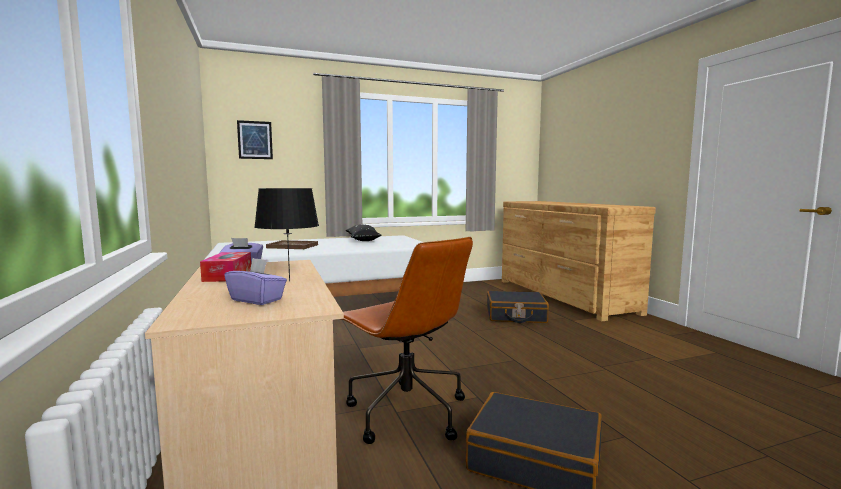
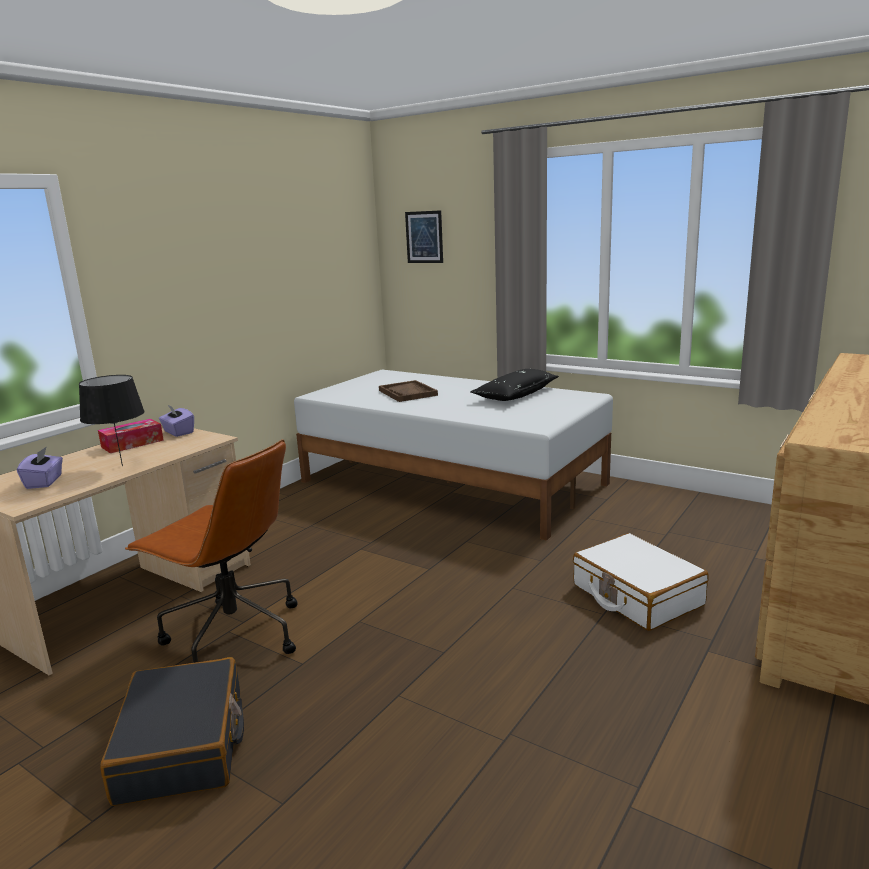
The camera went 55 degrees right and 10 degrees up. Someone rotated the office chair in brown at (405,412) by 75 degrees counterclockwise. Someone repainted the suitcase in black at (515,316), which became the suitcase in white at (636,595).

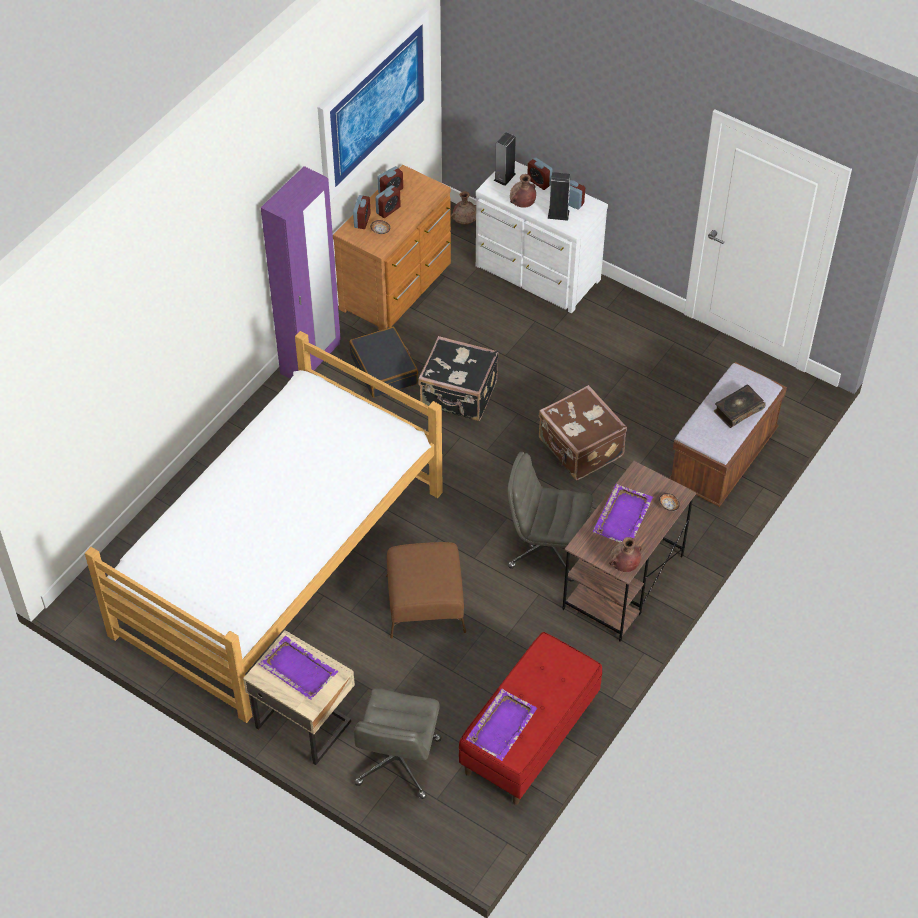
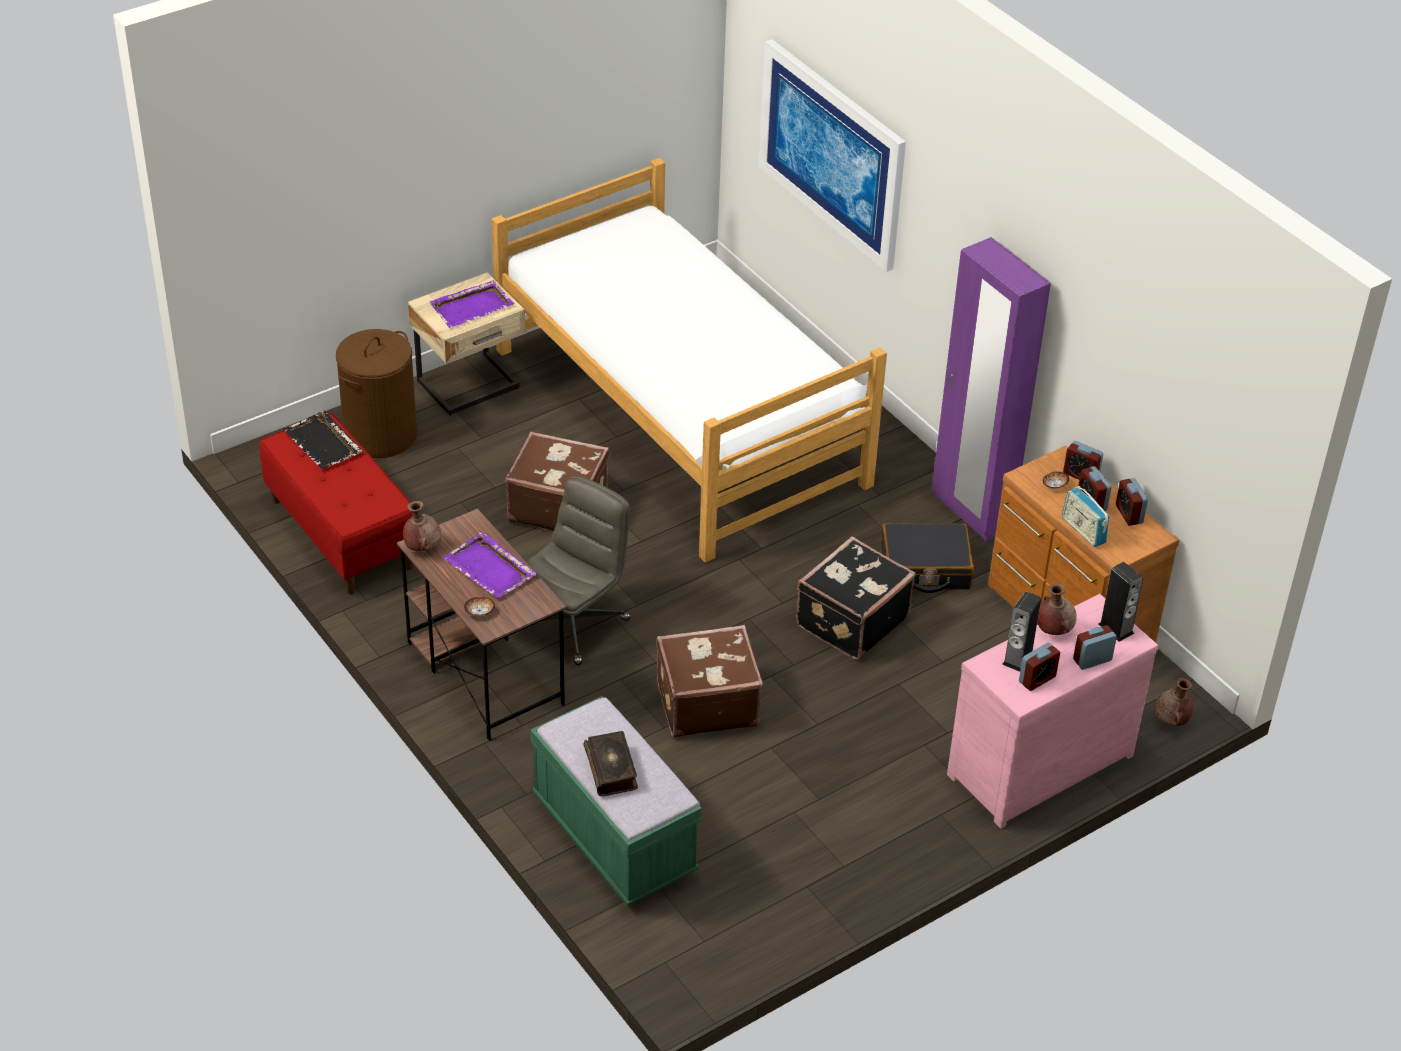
The camera went 110 degrees right and 10 degrees down. Someone repainted the tray in purple at (502,725), which became the tray in black at (323,443). Someone swapped the office chair in grey at (398,762) for the laundry basket in brown at (380,435). Someone swapped the ottoman in brown at (425,604) for the suitcase in brown at (558,506). Someone repainted the bench in brown at (723,458), which became the bench in green at (614,837). Someone carried the picture from (373,103) to (832,153). Someone repainted the dresser in white at (537,275), which became the dresser in pink at (1036,762). Someone put down the radio at (1083,530).

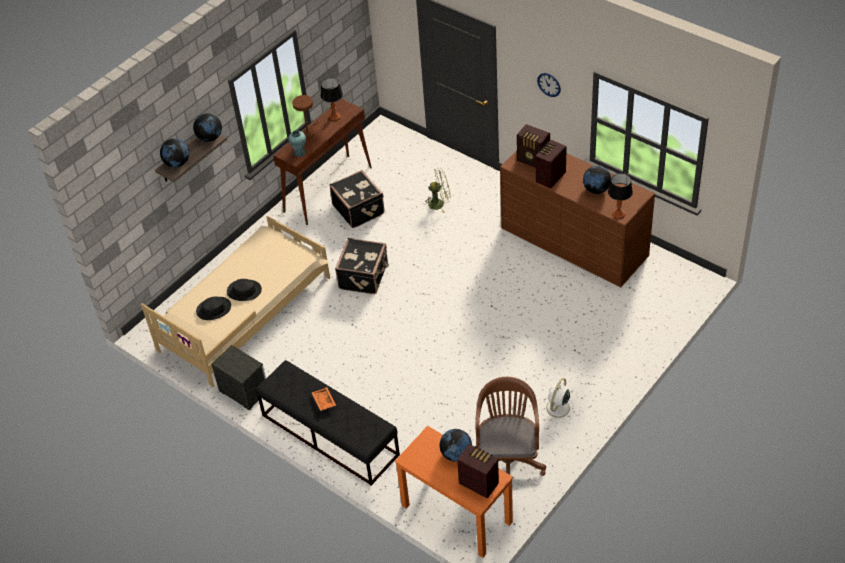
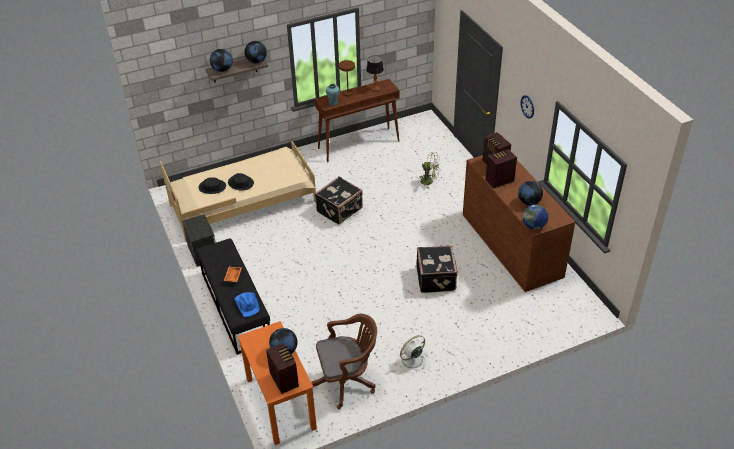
The camera went 25 degrees right and 5 degrees down. Someone put down the hat in blue at (247,304). Someone rotated the office chair in brown at (508,459) by 45 degrees clockwise. Someone carried the suitcase in black from (359,209) to (436,278). Someone swapped the table lamp at (618,214) for the globe at (534,226).

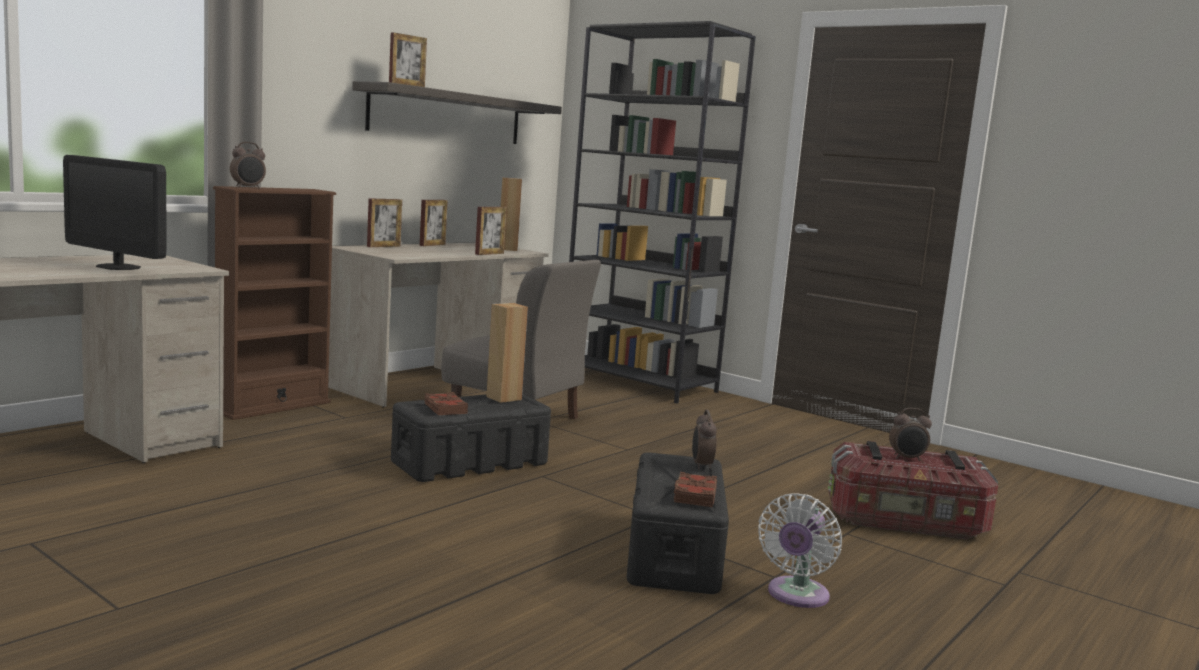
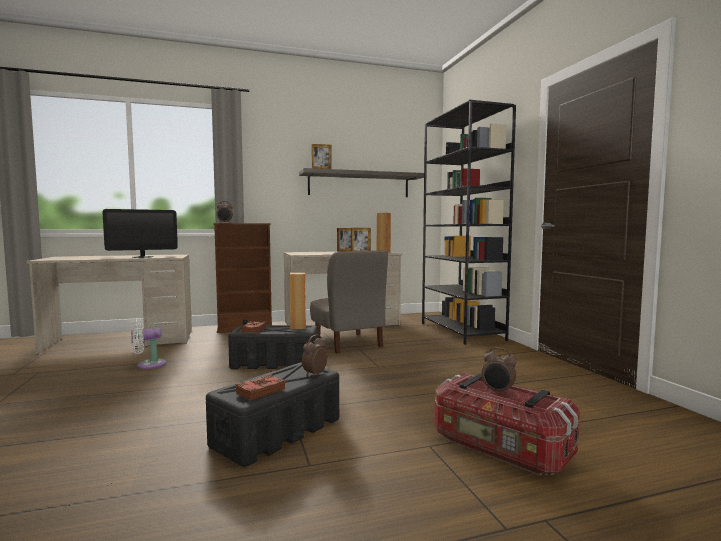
The camera went 35 degrees right and 5 degrees down. Someone rotated the monitor at (118,267) by 90 degrees counterclockwise. Someone carried the fan in white from (796,596) to (148,365). Someone took away the picture frame at (383,246).

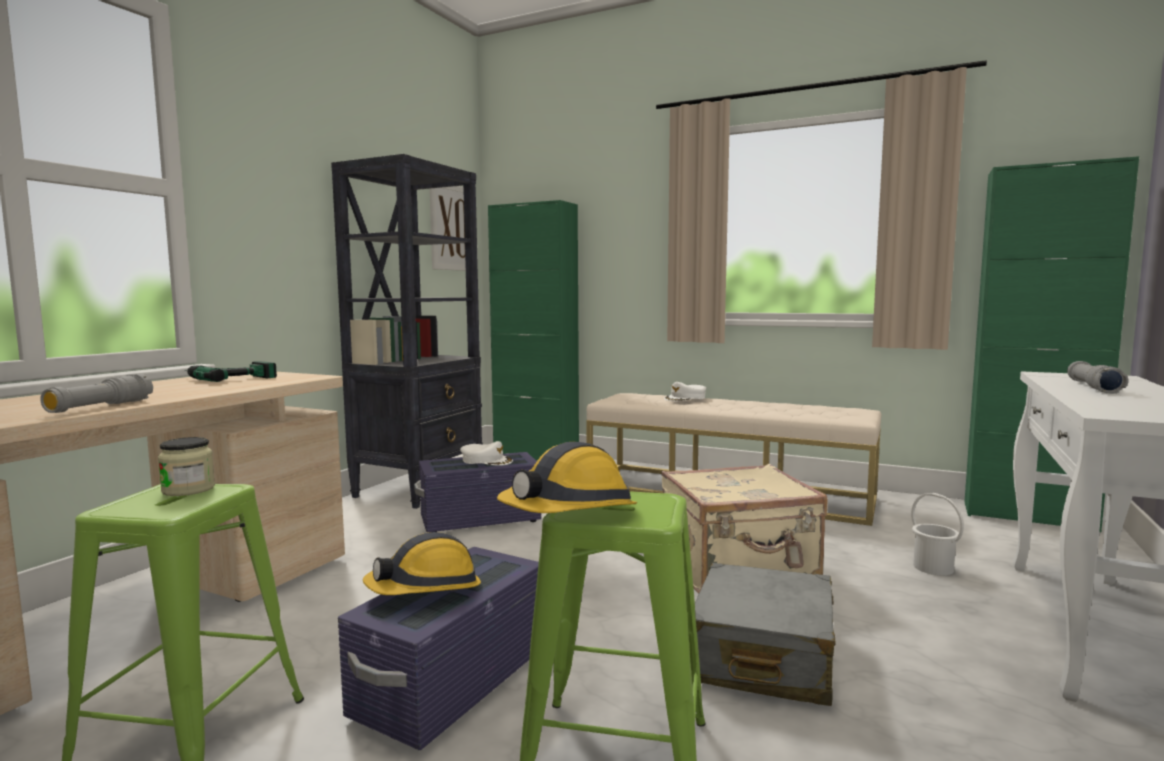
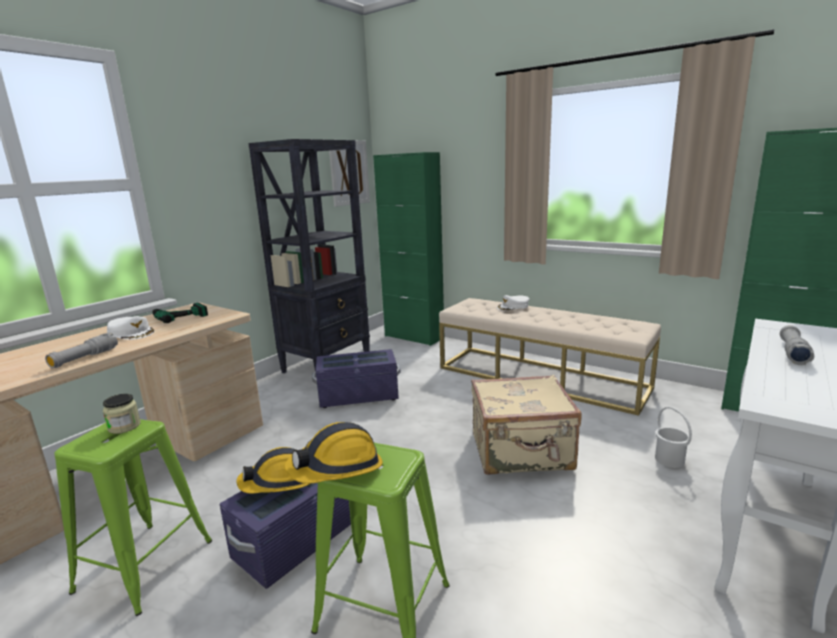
The camera went 10 degrees right and 10 degrees up. Someone carried the cap in white from (486,460) to (131,333). Someone took away the suitcase in grey at (762,656).

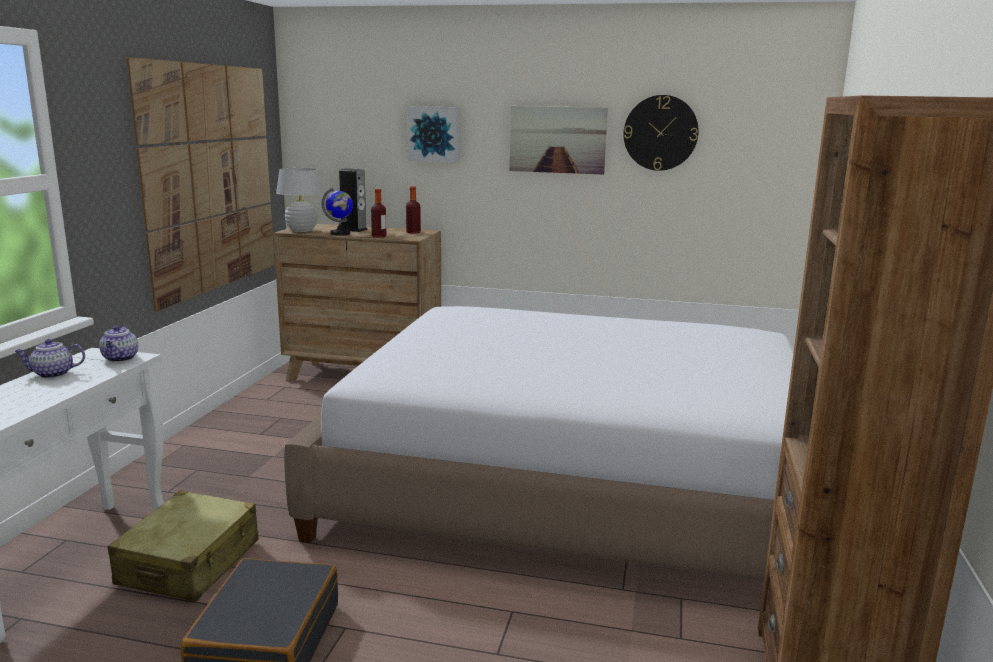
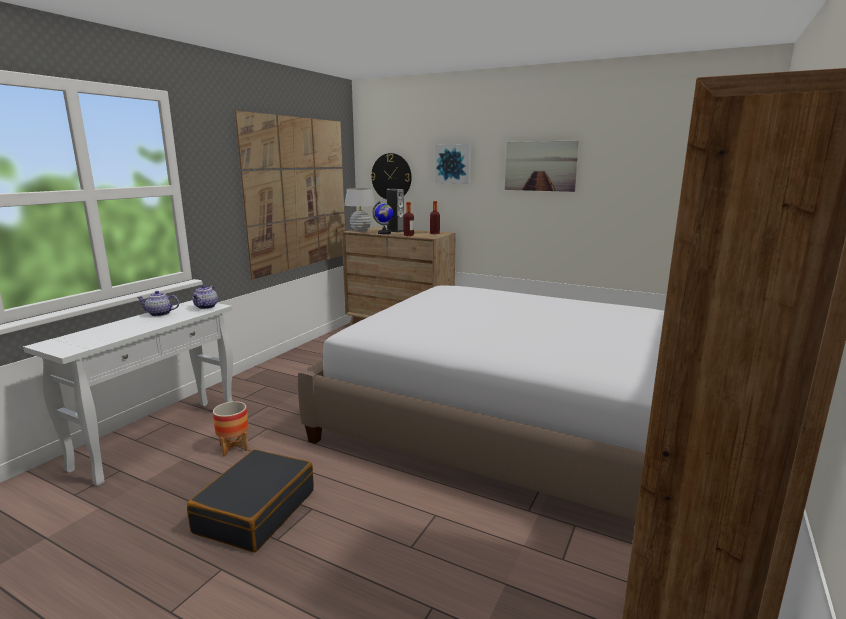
The camera went 15 degrees right and 0 degrees up. Someone swapped the suitcase in beige at (190,563) for the planter at (234,447). Someone carried the wall clock from (660,133) to (391,177).

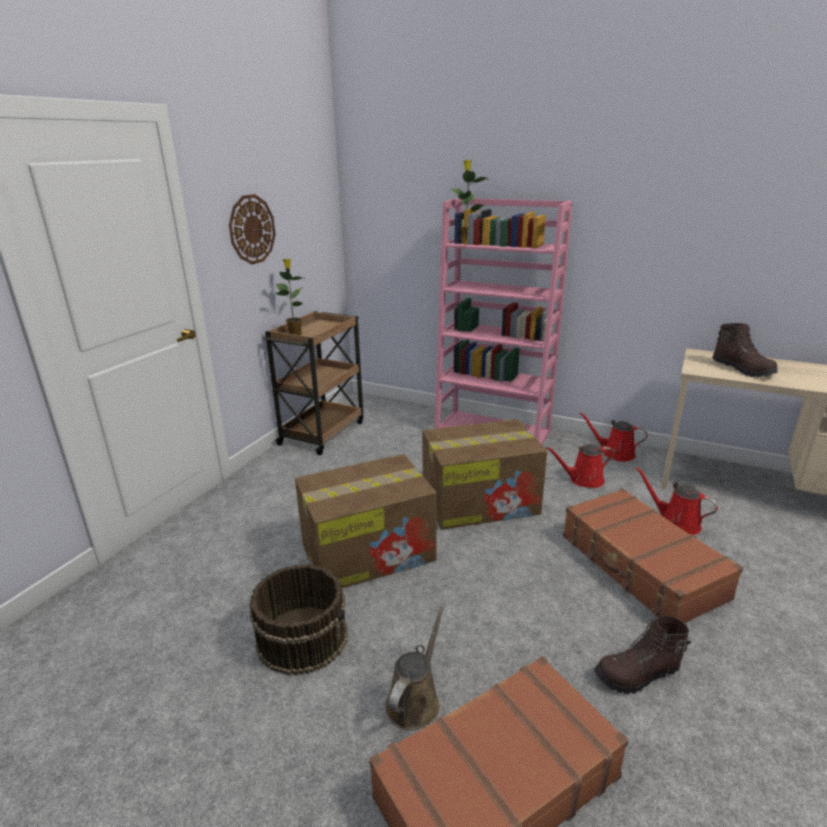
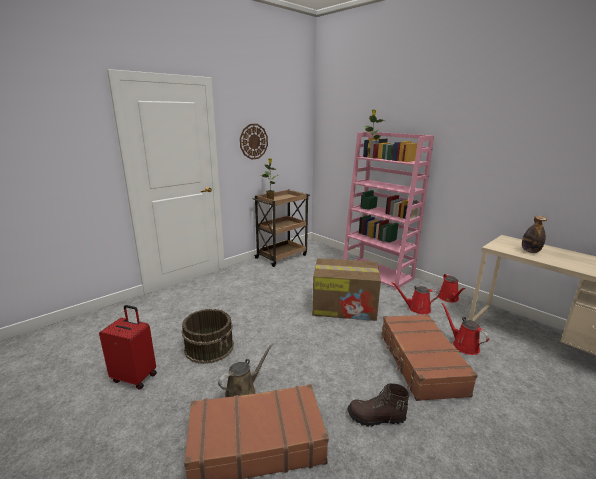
The camera went 20 degrees right and 5 degrees down. Someone put down the suitcase in red at (135,377). Someone rotated the watering can in red at (615,453) by 135 degrees counterclockwise. Someone swapped the boot in brown at (743,369) for the bottle at (530,251). Someone took away the cardboard box at (369,551).

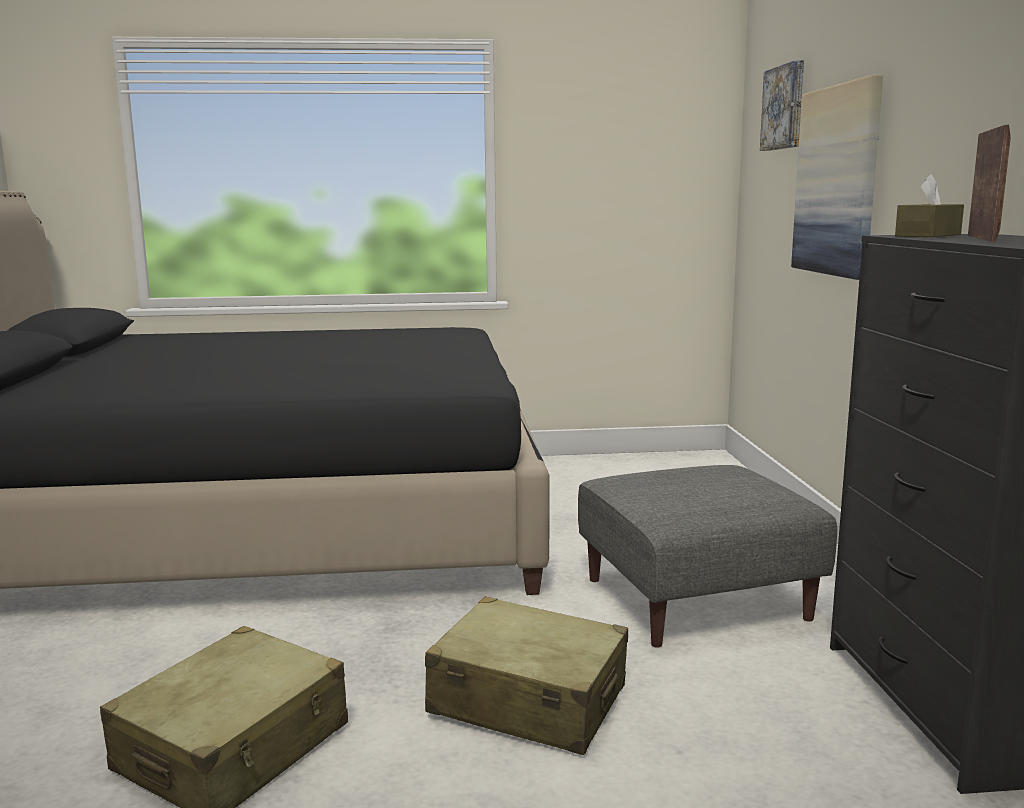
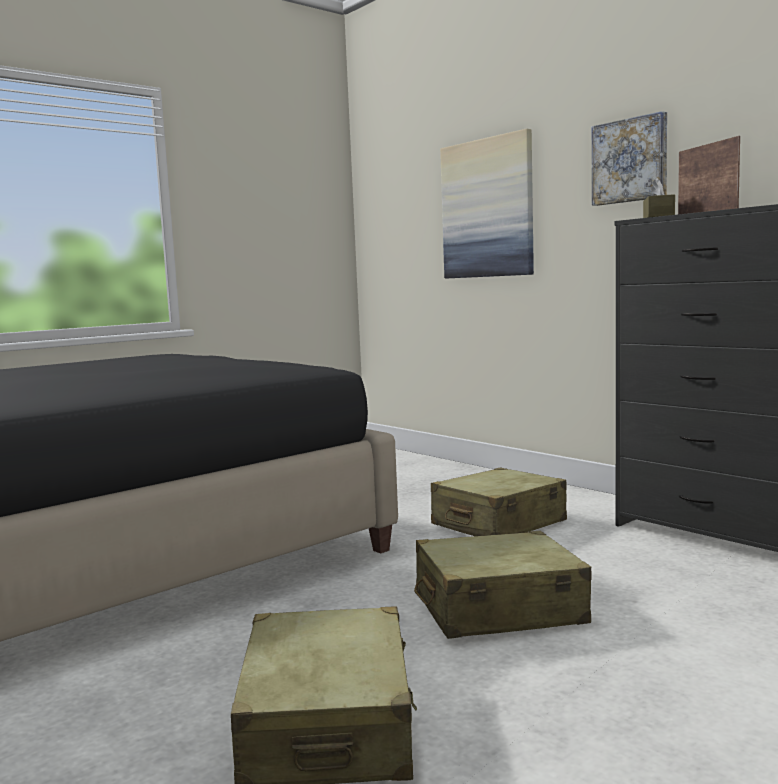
The camera went 35 degrees left and 5 degrees down. Someone swapped the ottoman in grey at (696,599) for the suitcase in beige at (498,524). Someone carried the picture from (785,107) to (630,161).

